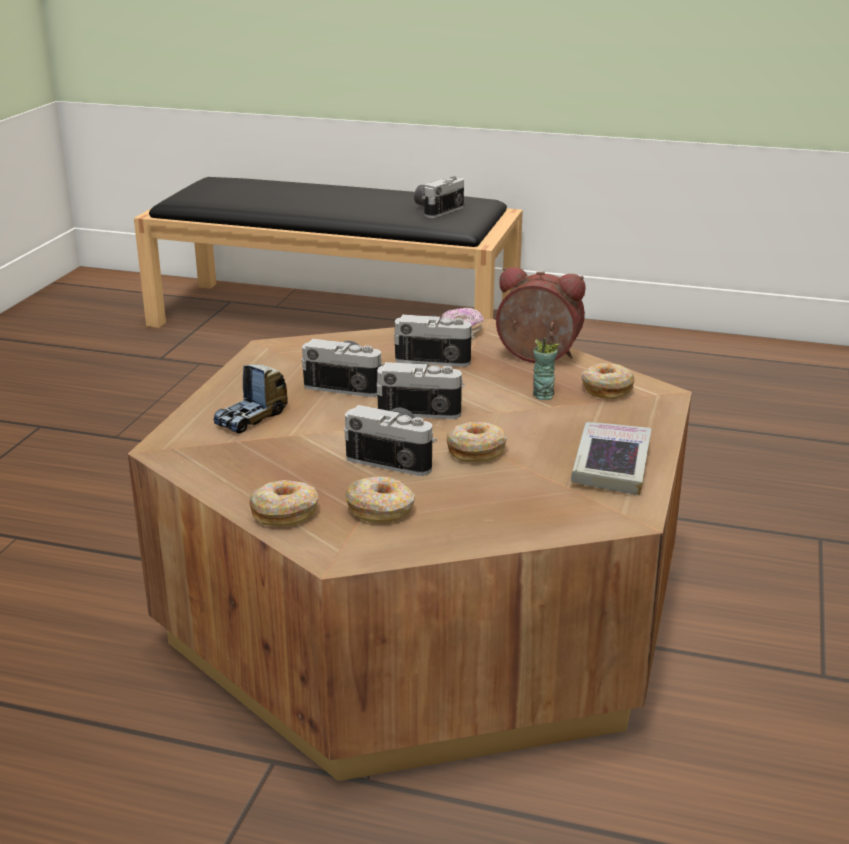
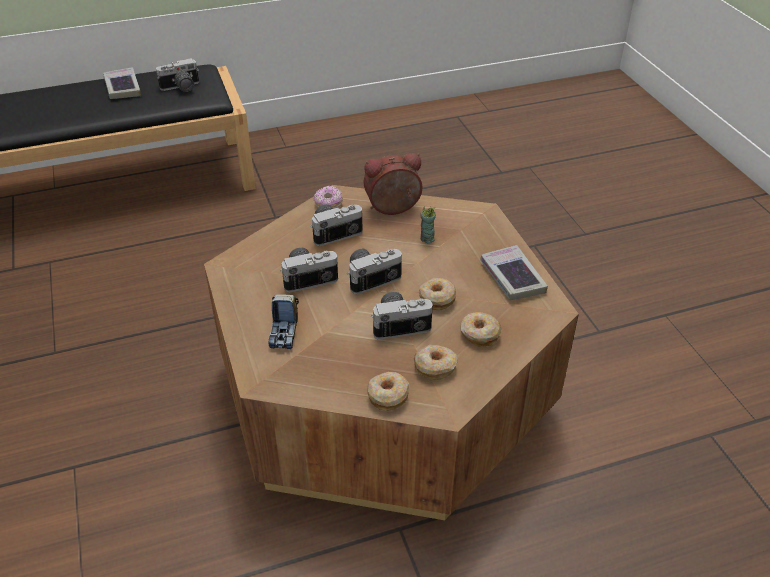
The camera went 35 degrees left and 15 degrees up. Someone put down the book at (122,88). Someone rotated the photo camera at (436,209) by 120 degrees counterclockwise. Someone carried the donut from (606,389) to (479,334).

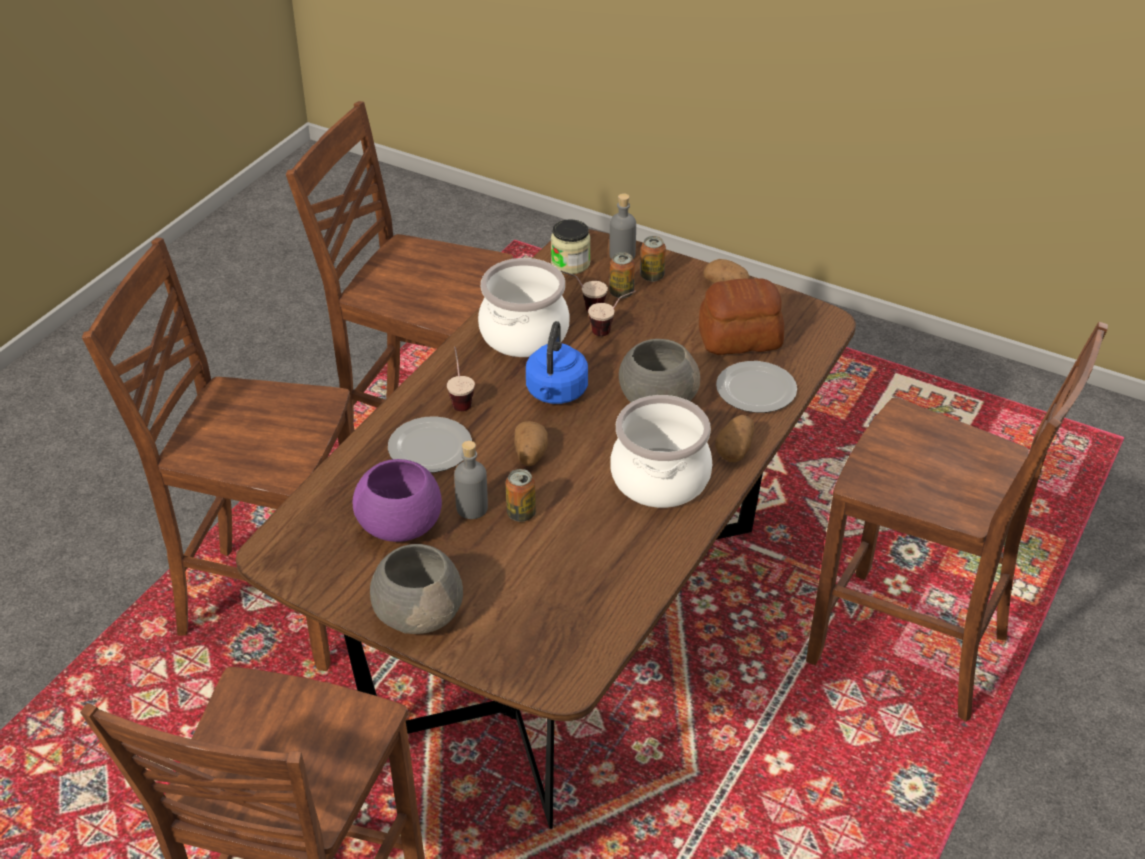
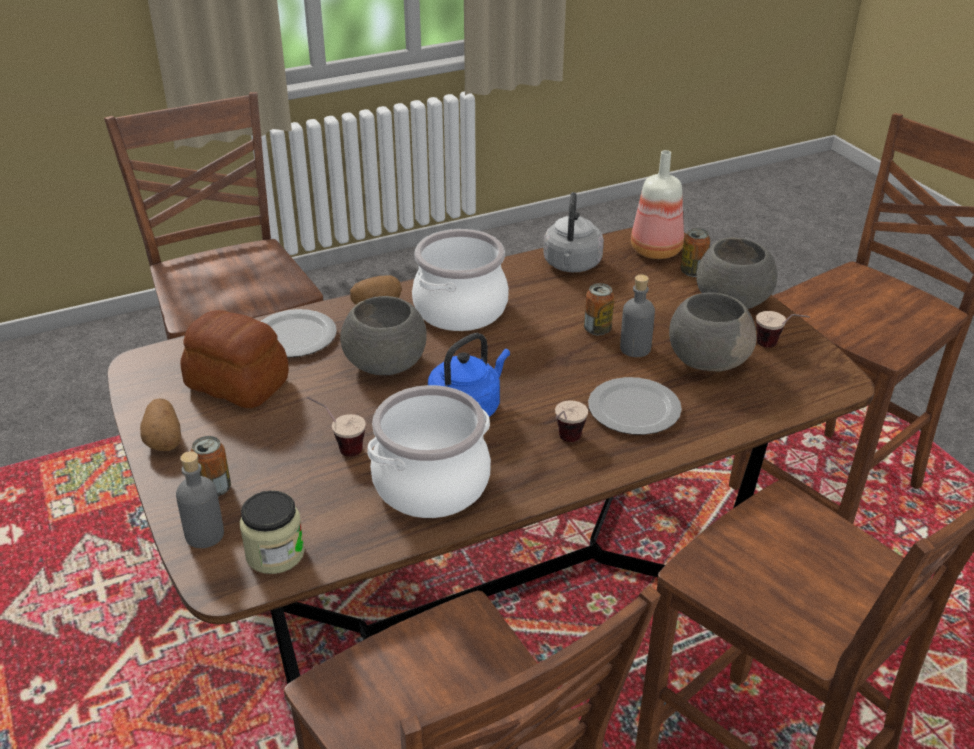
The camera went 145 degrees left and 5 degrees down. Someone put down the kettle in grey at (572,265). Someone put down the bottle at (655,250). Someone repainted the bowl in purple at (401,526), which became the bowl in grey at (707,359). Someone carried the can from (621,293) to (692,272). Someone carried the cup from (583,308) to (777,347). Someone took away the potato at (530,455).

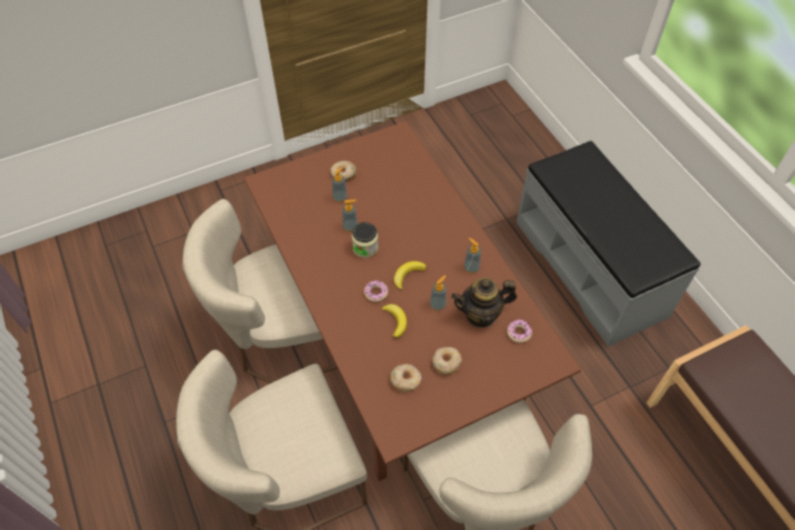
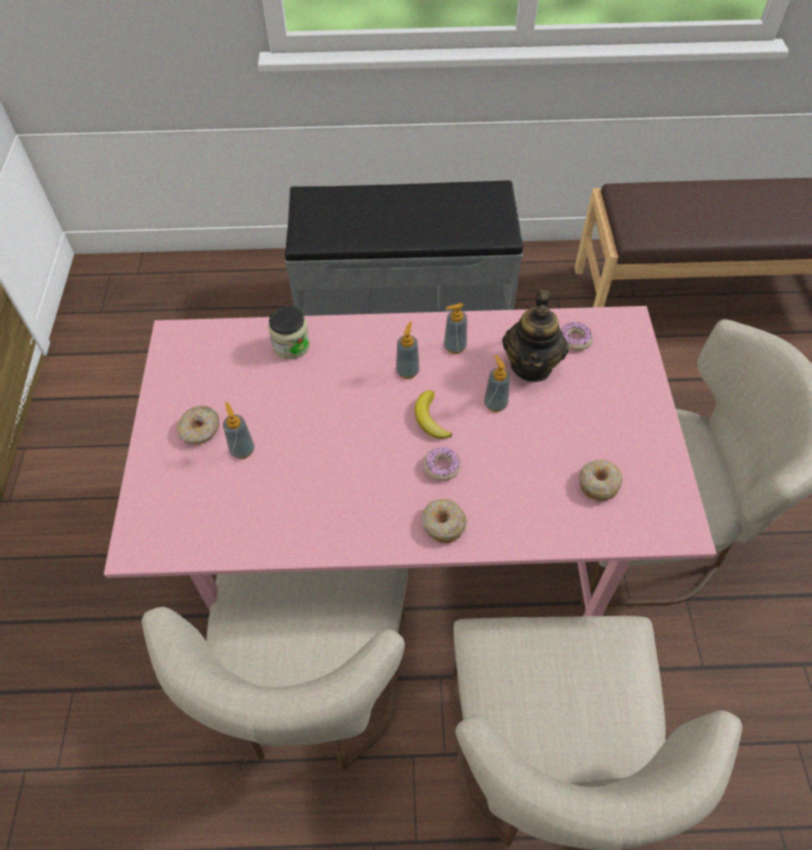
The camera went 65 degrees left and 0 degrees up. Someone repainted the dining table in brown at (399,348), which became the dining table in pink at (409,541). Someone carried the jar from (365,248) to (291,345). Someone carried the soap dispenser from (350,227) to (407,371). Someone carried the donut from (446,362) to (443,524). Someone took away the banana at (395,321).

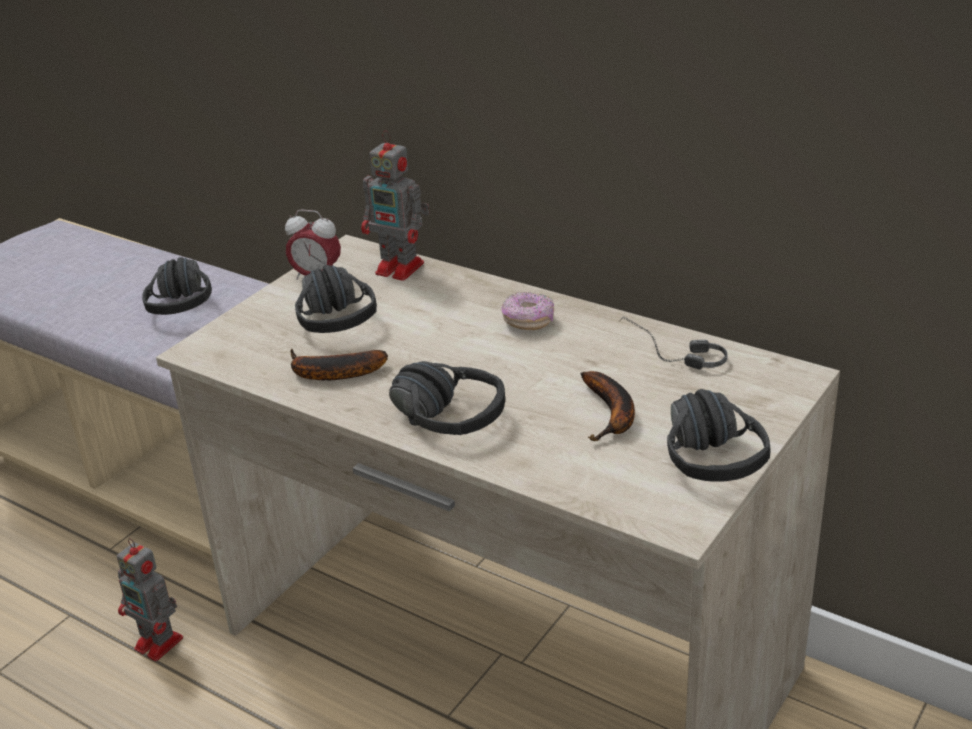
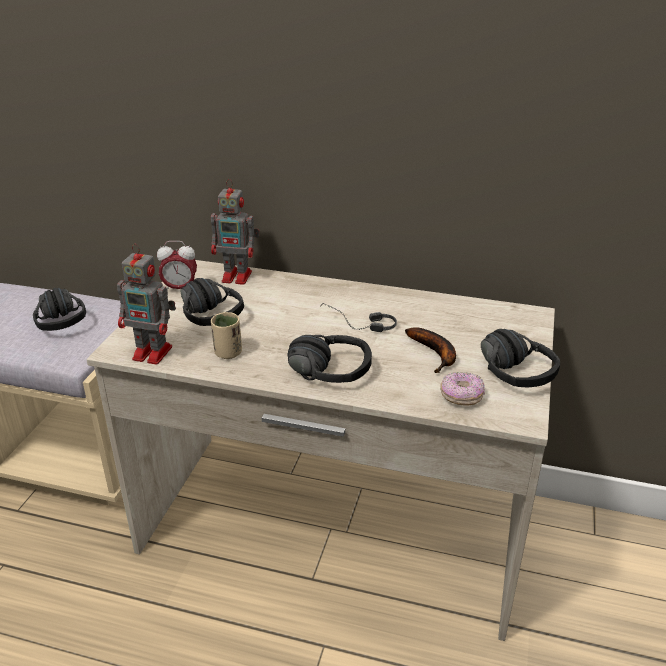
The camera went 20 degrees left and 0 degrees up. Someone carried the toy robot from (160,644) to (154,353). Someone swapped the banana at (331,373) for the cup in beige at (228,353). Someone carried the headphones from (670,356) to (358,326). Someone carried the donut from (528,322) to (461,397).

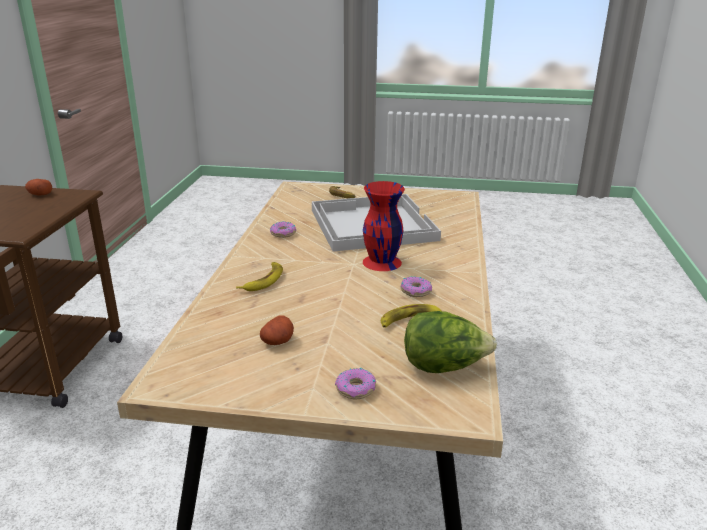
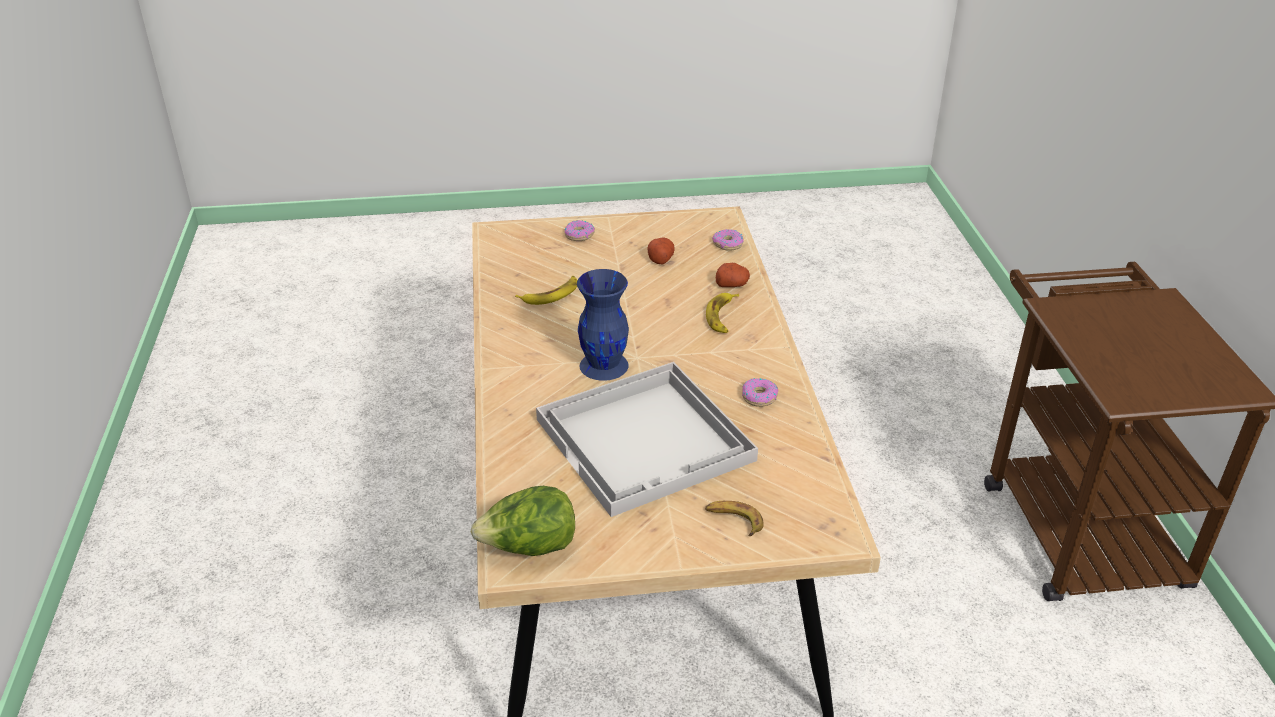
The camera went 165 degrees right and 10 degrees up. Someone carried the lettuce from (444,367) to (529,548). Someone repainted the vase in red at (381,262), which became the vase in blue at (604,365). Someone carried the donut from (415,291) to (727,244). Someone carried the potato from (39,194) to (732,284).

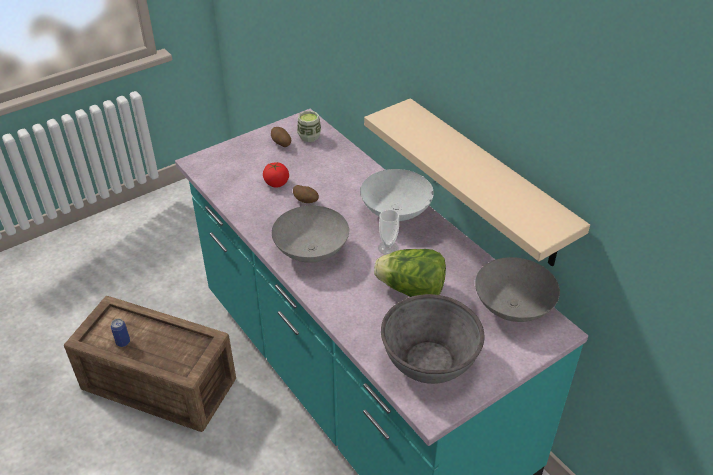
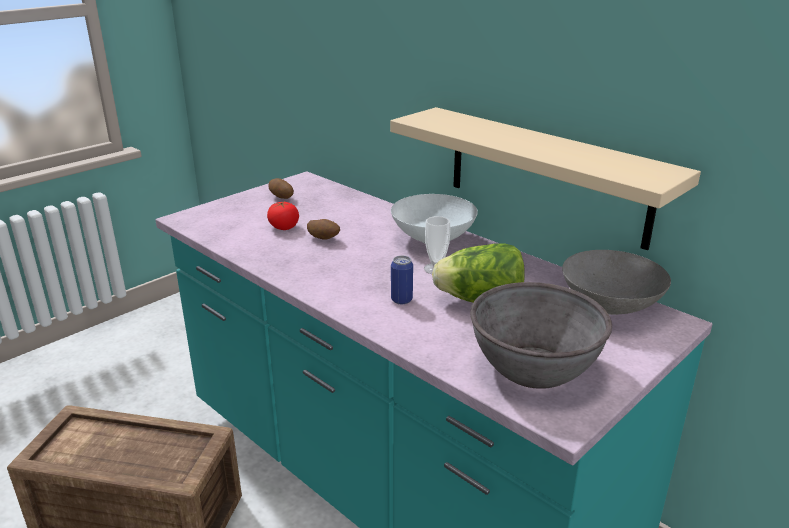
The camera went 10 degrees left and 15 degrees down. Someone carried the can from (123,342) to (401,300). Someone took away the bowl in grey at (312,251). Someone took away the cup at (309,136).

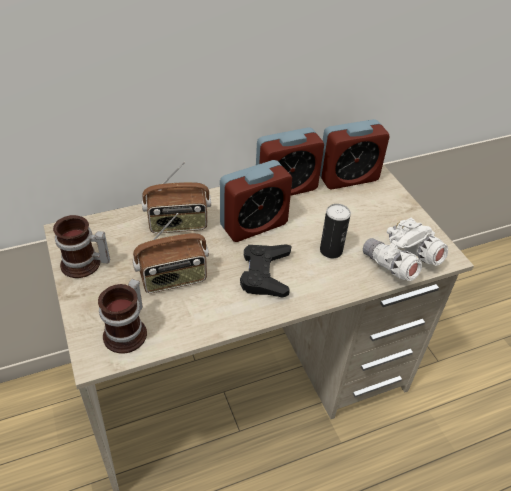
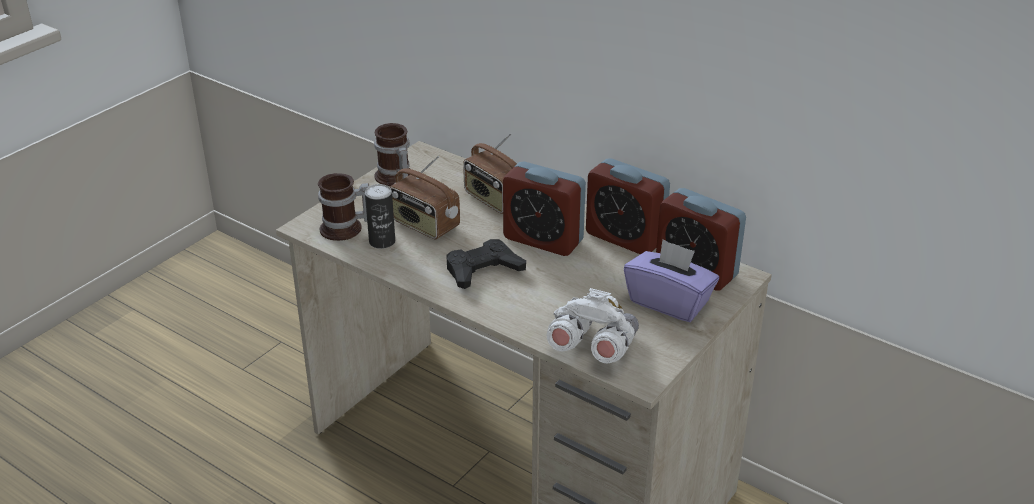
The camera went 60 degrees right and 10 degrees down. Someone carried the can from (331,250) to (382,242). Someone put down the tissue box in purple at (669,302).

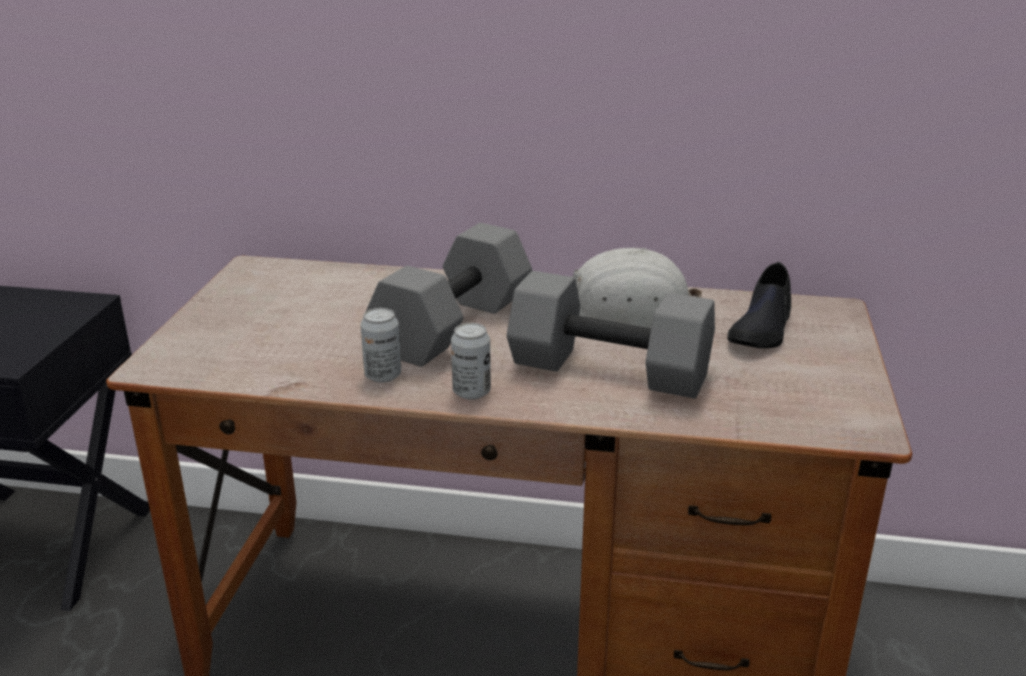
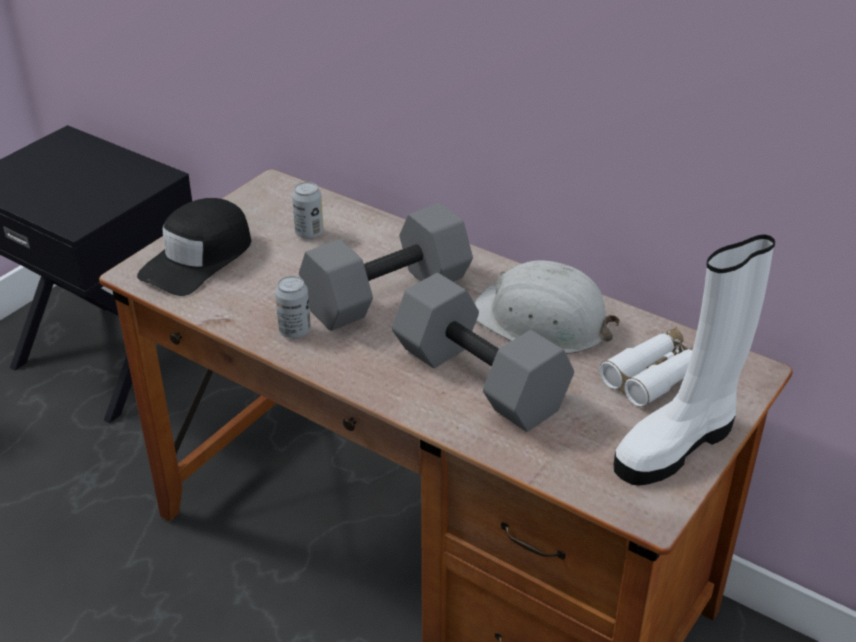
The camera went 25 degrees right and 10 degrees up. Someone put down the cap in black at (198,258). Someone carried the can from (471,392) to (309,233). Someone swapped the shoe in black at (761,329) for the binoculars in white at (656,374). Someone put down the boot in white at (677,445).

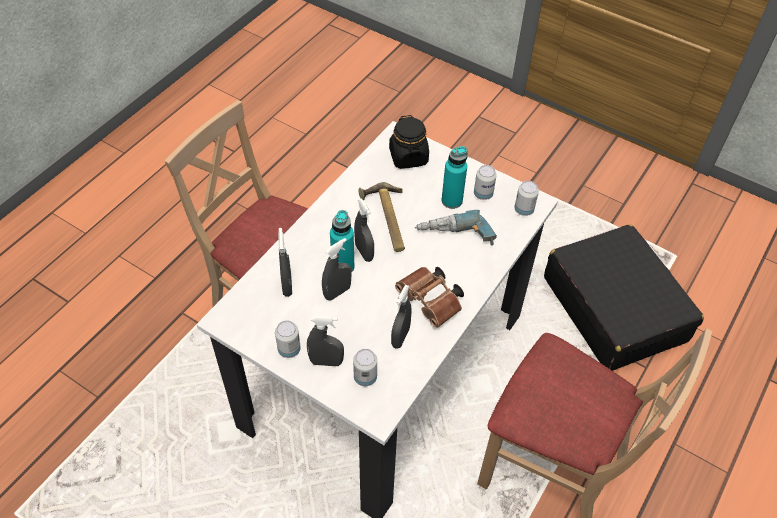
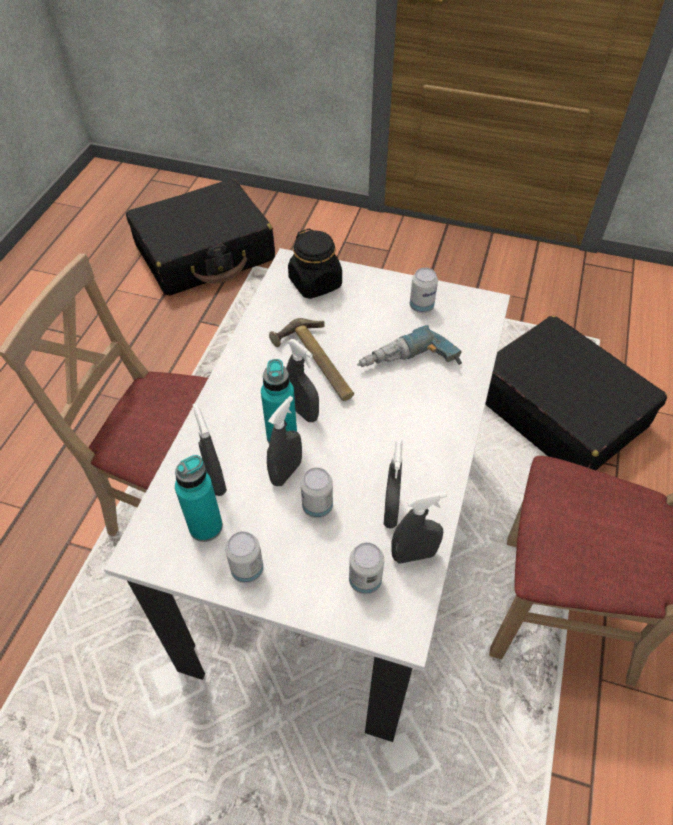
The camera went 15 degrees left and 0 degrees up. Someone put down the suitcase in black at (205,253). Someone carried the bottle in turquoise from (452,201) to (206,526). Someone carried the can from (523,210) to (317,506). Someone carried the spray bottle in grey from (326,362) to (414,555). Someone took away the binoculars in brown at (431,303).

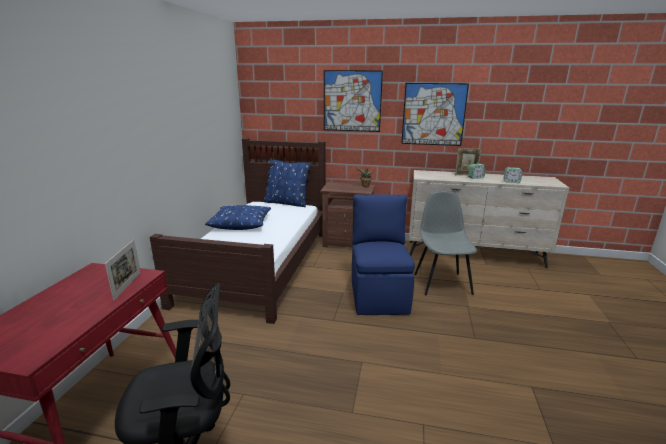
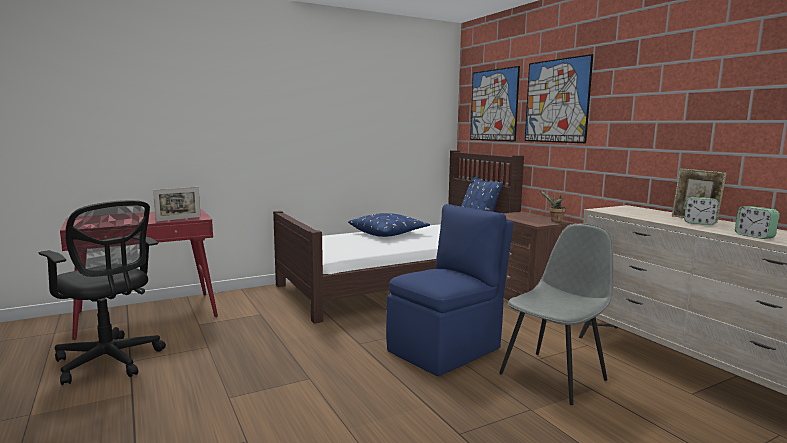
The camera went 50 degrees right and 10 degrees down. Someone carried the picture from (433,114) to (493,105).

